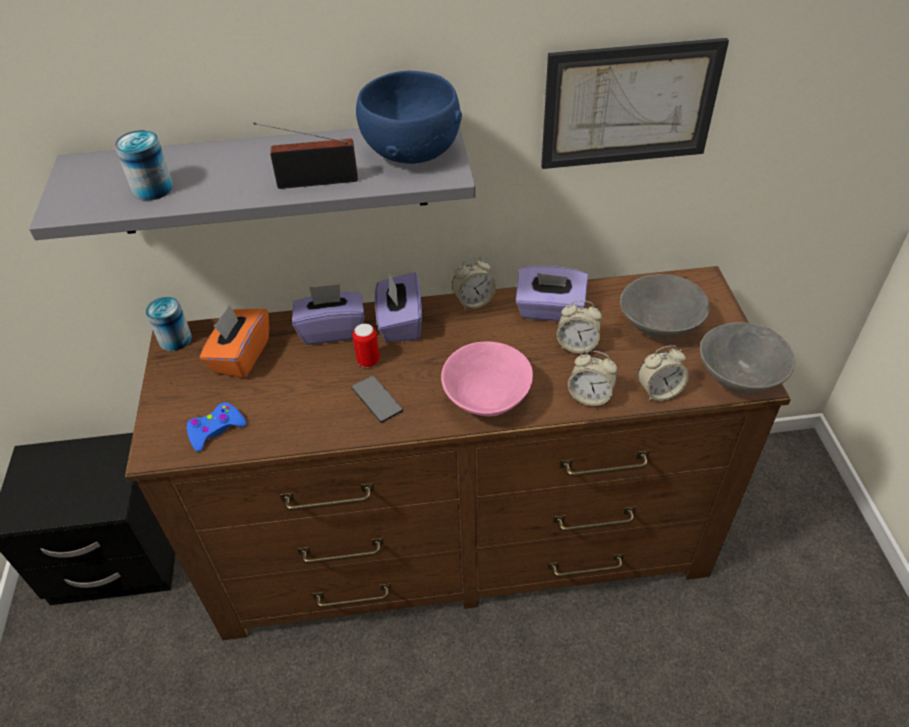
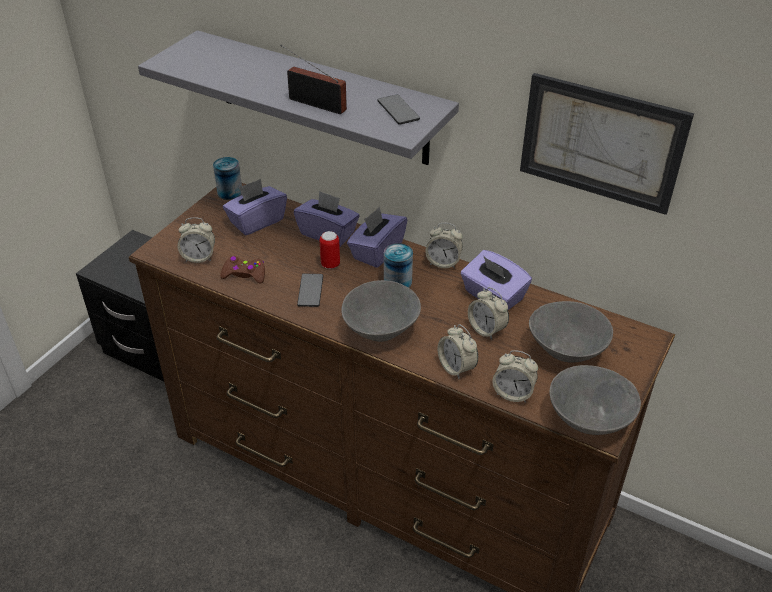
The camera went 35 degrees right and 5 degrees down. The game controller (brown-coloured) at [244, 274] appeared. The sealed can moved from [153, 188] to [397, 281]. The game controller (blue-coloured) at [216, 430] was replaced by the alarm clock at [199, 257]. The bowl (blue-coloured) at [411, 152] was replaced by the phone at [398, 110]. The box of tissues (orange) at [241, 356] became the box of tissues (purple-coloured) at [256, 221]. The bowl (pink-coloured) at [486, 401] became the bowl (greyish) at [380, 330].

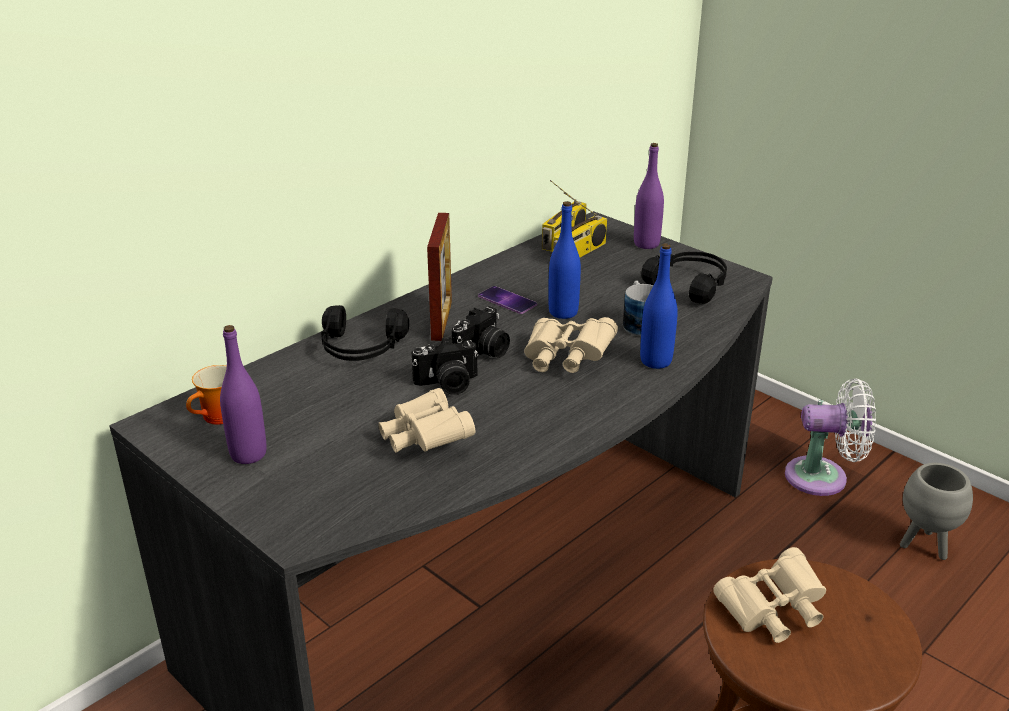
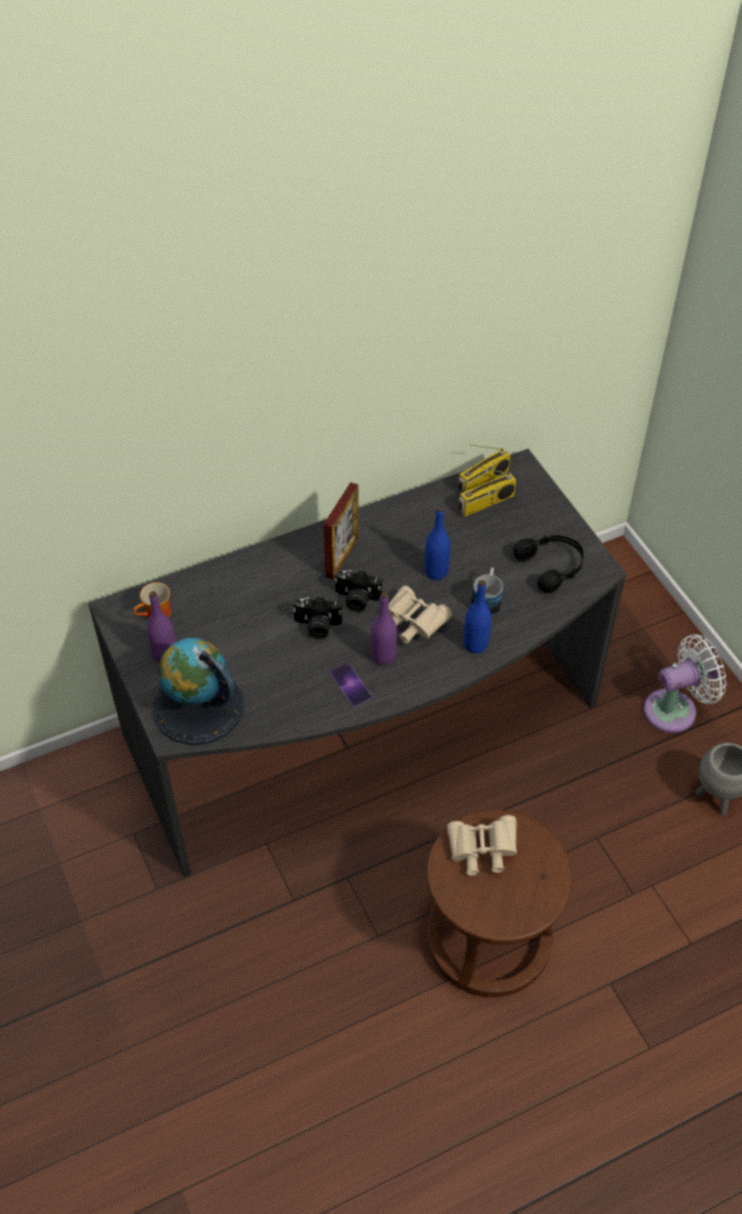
The camera went 20 degrees right and 20 degrees up. The pair of headphones (blackish) at [361, 349] disappeared. The pair of binoculars (beige-coloured) at [425, 439] disappeared. The globe at [198, 707] appeared. The phone moved from [507, 300] to [350, 685]. The bottle (purple-coloured) moved from [646, 244] to [383, 656]. The photo camera at [483, 352] turned 45 degrees clockwise. The cooling fan (white-coloured) at [823, 477] turned 45 degrees counterclockwise.

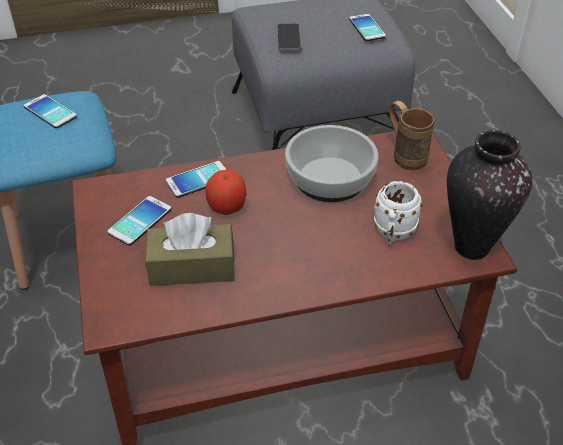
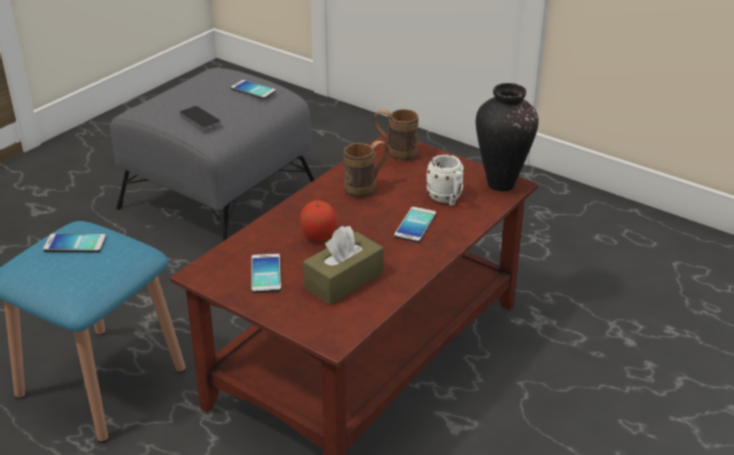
The camera went 40 degrees left and 10 degrees down. The phone moved from [198, 180] to [415, 225]. The bowl at [330, 179] was replaced by the coffee mug (brown-coloured) at [366, 188].

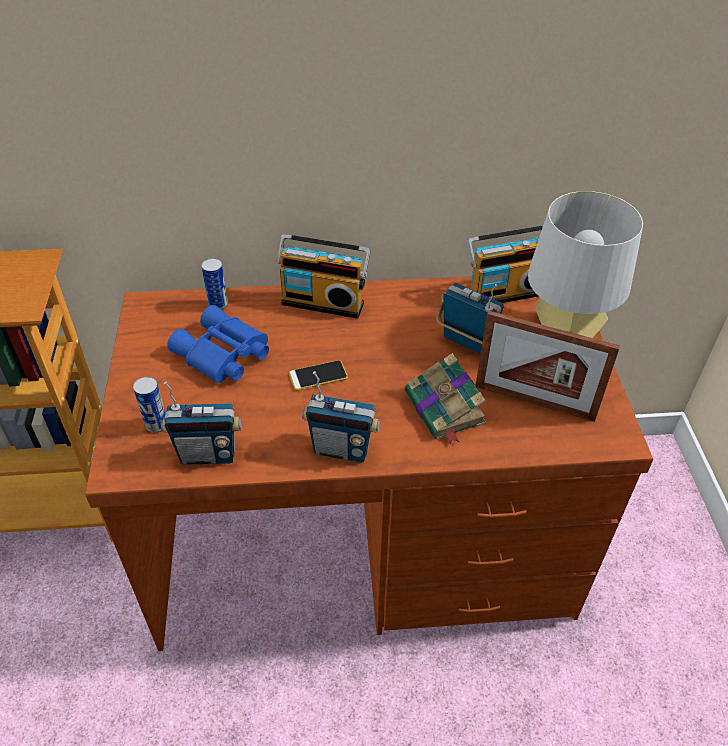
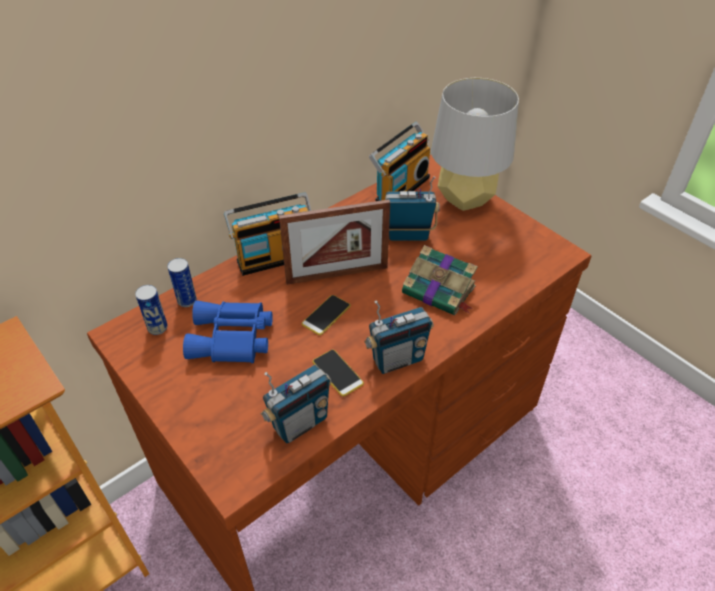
The camera went 35 degrees left and 0 degrees up. The phone at [337, 373] appeared. The sealed can moved from [156, 425] to [157, 328]. The picture frame moved from [534, 402] to [337, 274].

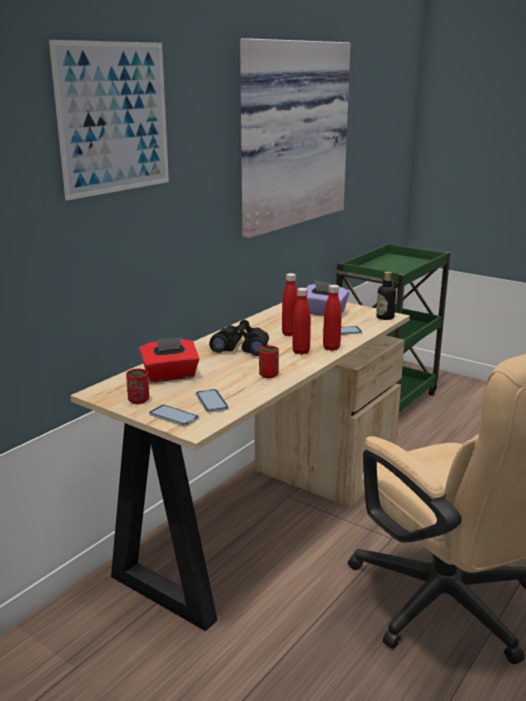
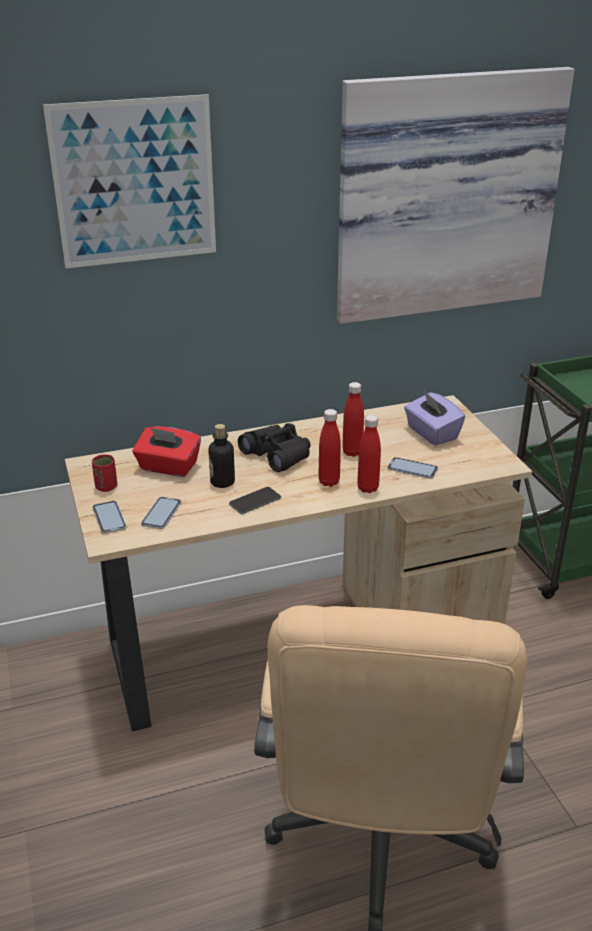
The camera went 35 degrees right and 10 degrees up. The bottle moved from [385, 317] to [222, 482]. The drinking cup (red-coloured) at [268, 375] was replaced by the phone at [255, 501].

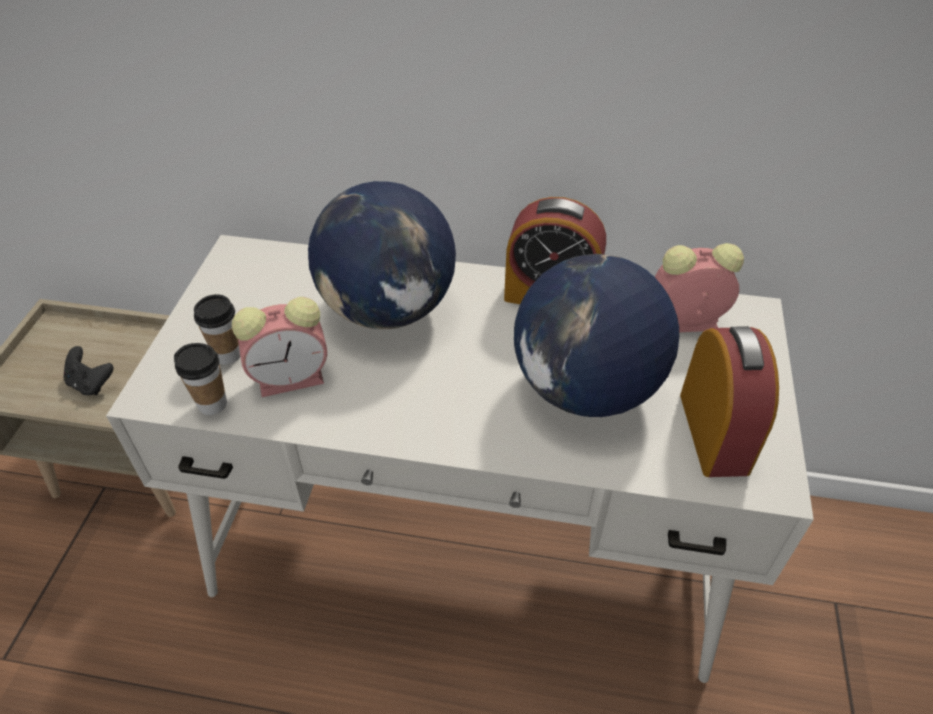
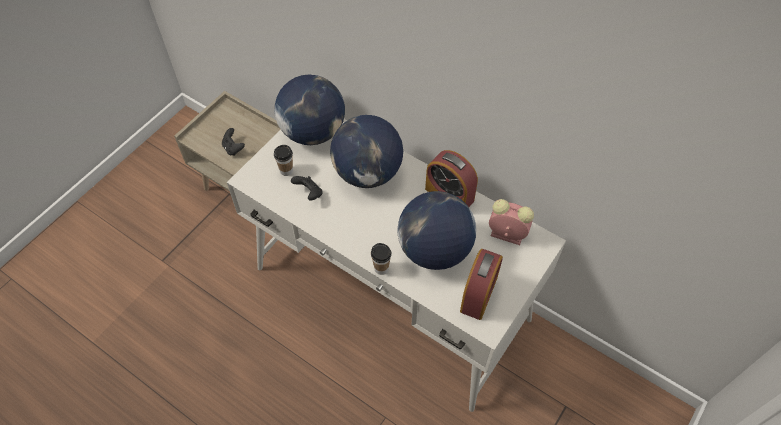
The camera went 25 degrees right and 10 degrees up. The globe at [313, 132] appeared. The drinking cup moved from [212, 404] to [381, 268]. The alarm clock at [293, 377] was replaced by the game controller (blackish) at [309, 193].

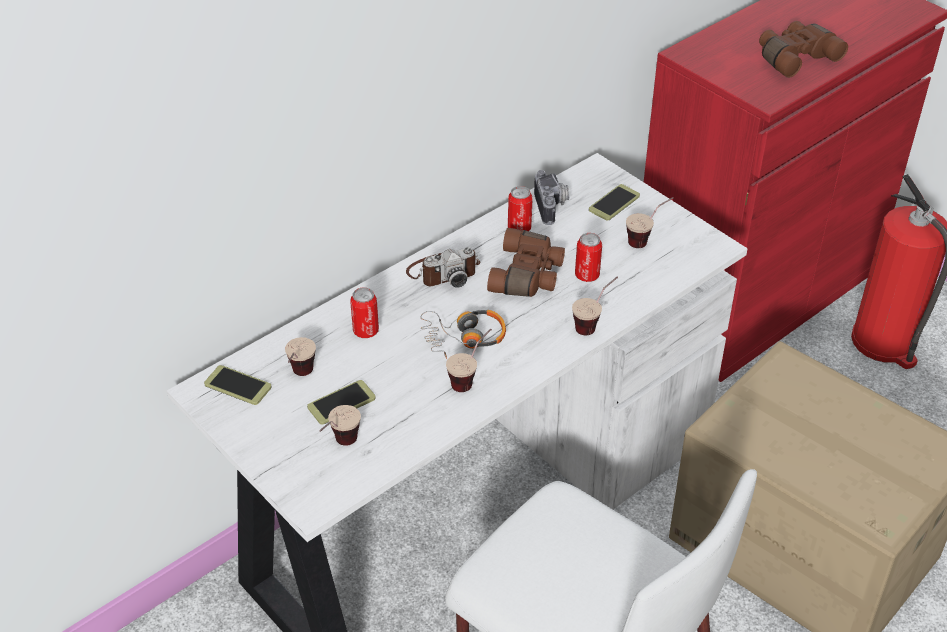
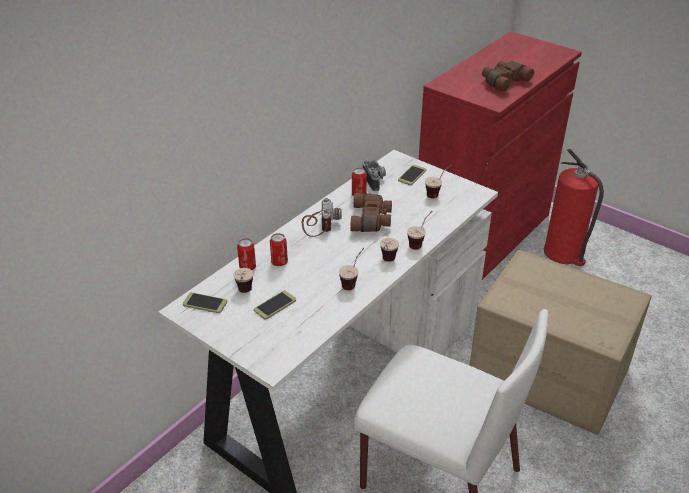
The camera went 10 degrees left and 5 degrees down. The pair of headphones at [464, 338] disappeared. The drinking cup moved from [339, 447] to [386, 262]. The sealed can moved from [587, 275] to [247, 267]. The photo camera at [443, 272] turned 60 degrees counterclockwise.

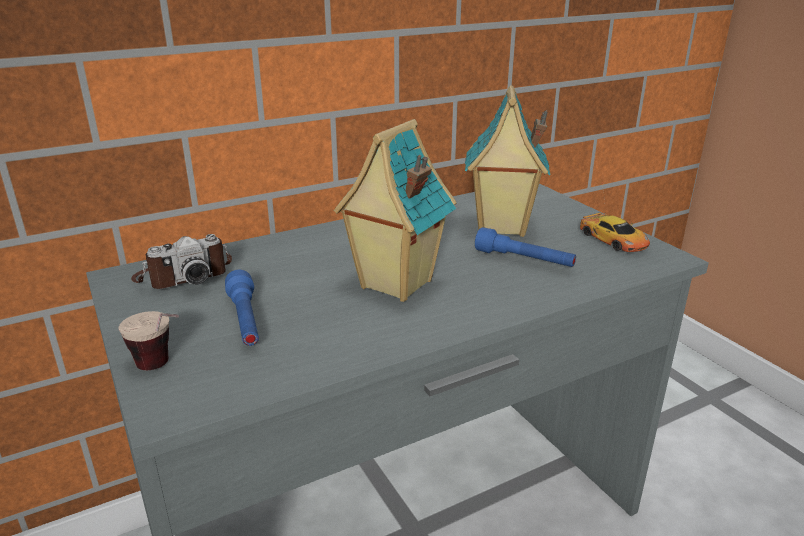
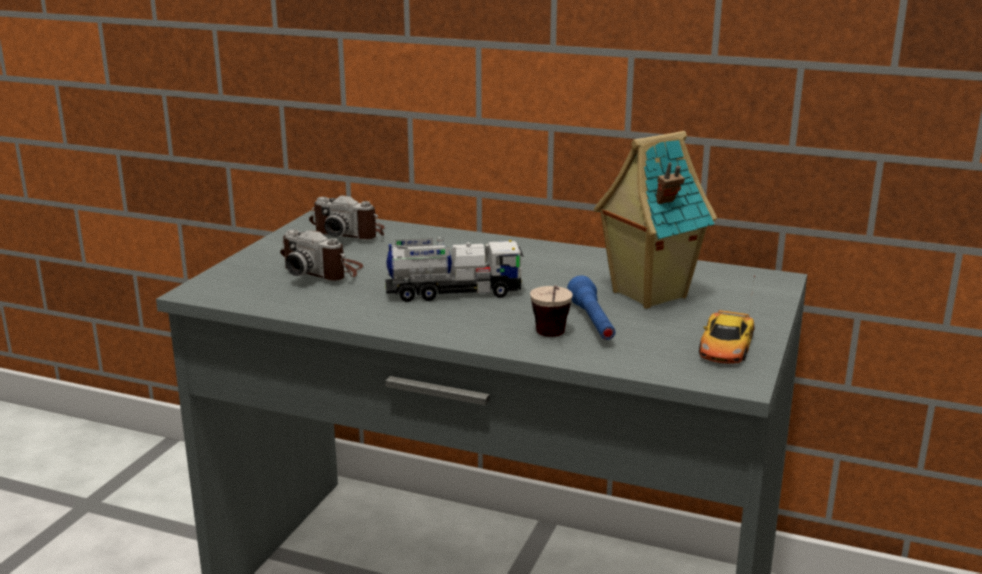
The camera went 50 degrees right and 5 degrees down. The drinking cup moved from [164, 369] to [552, 339]. The hand torch (blue-coloured) at [245, 320] was replaced by the photo camera at [323, 270]. The model house at [394, 284] was replaced by the toy lorry at [454, 292].

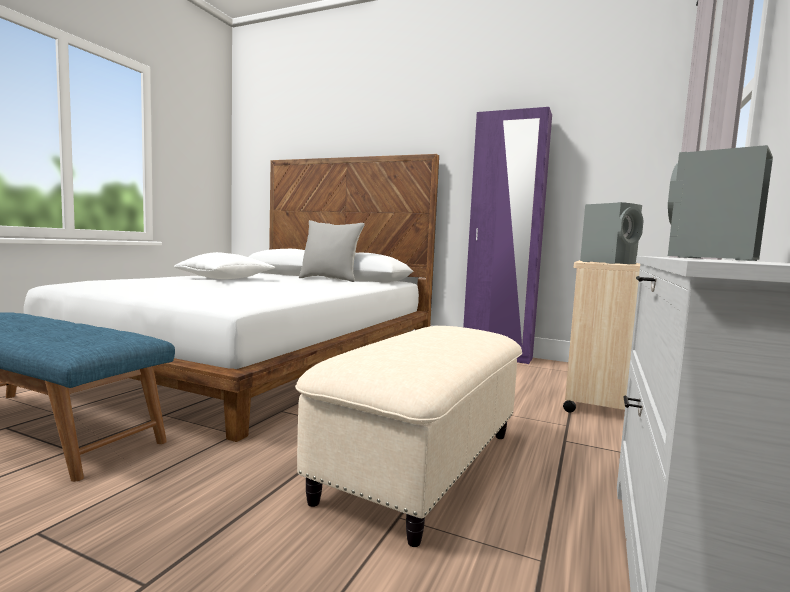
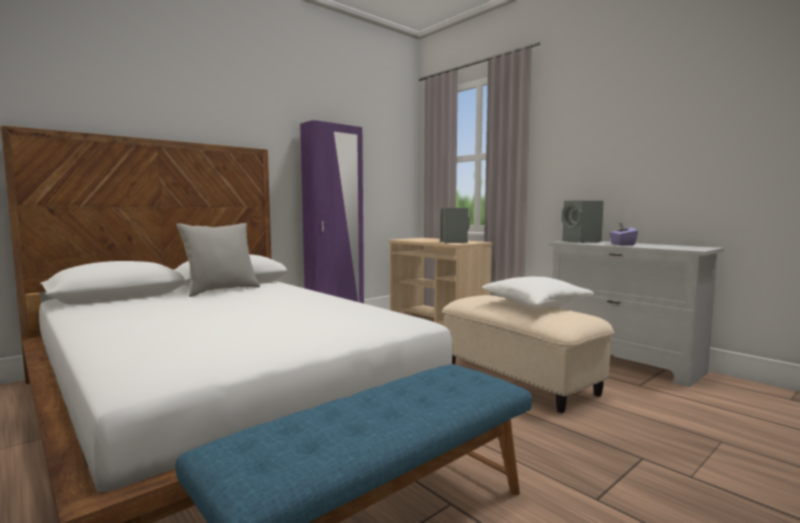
The camera went 65 degrees left and 0 degrees up. The box of tissues (purple-coloured) at [622, 244] appeared. The pillow (white-coloured) moved from [225, 278] to [535, 305].

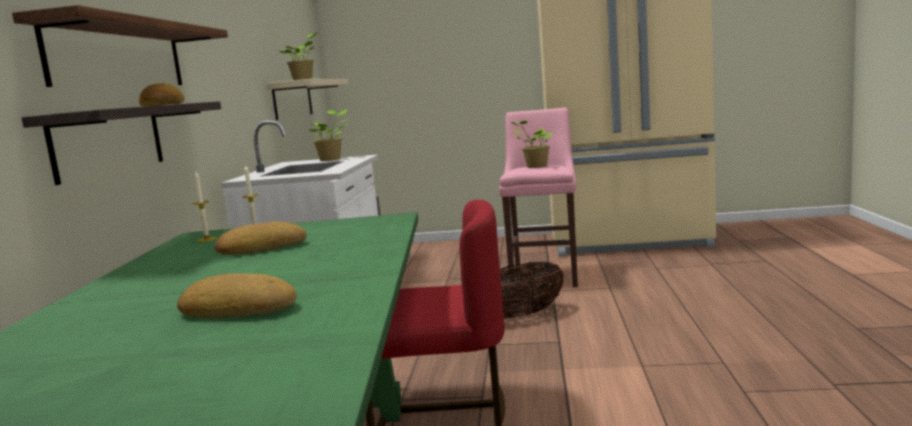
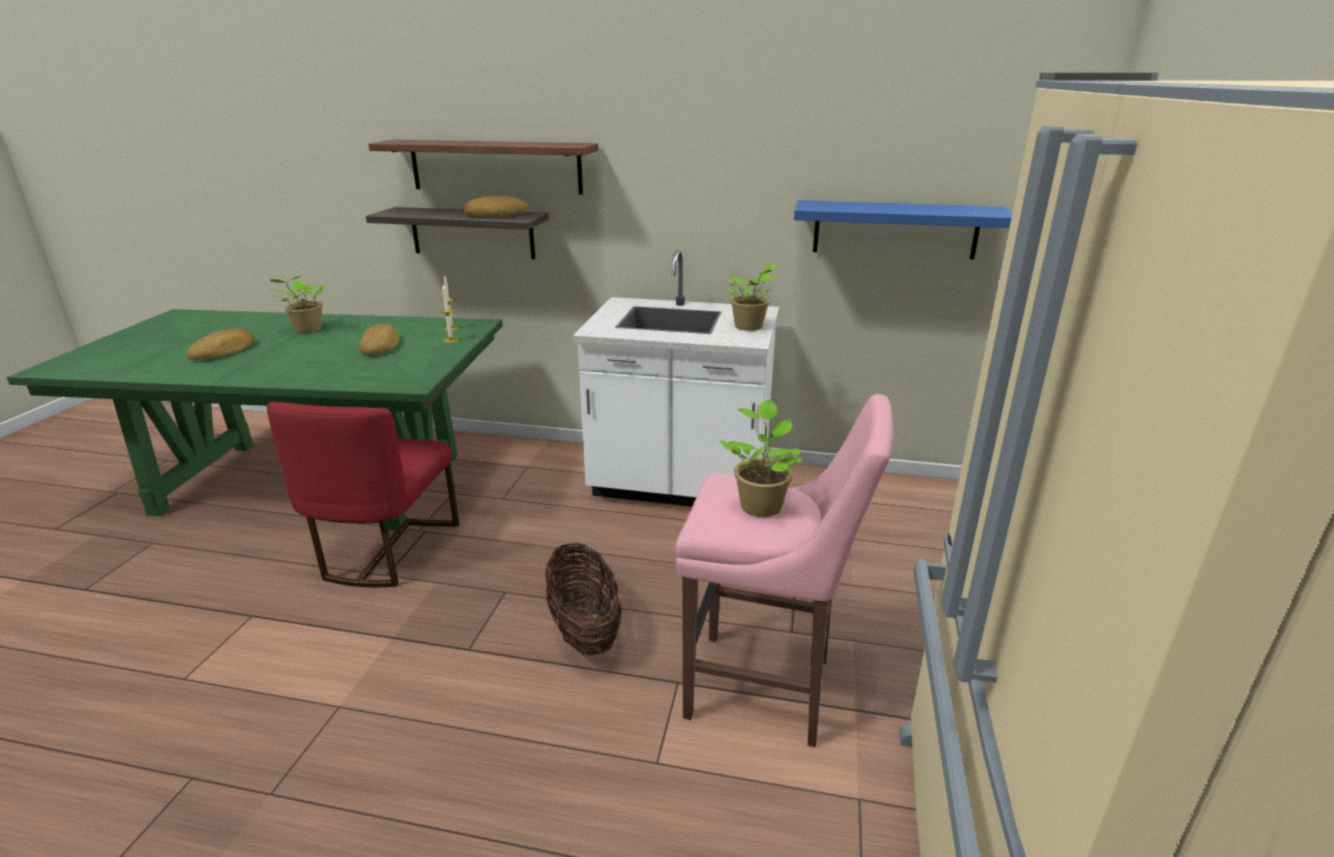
The camera went 95 degrees right and 15 degrees up. The potted plant moved from [304, 80] to [307, 330]. The shelf (beige-coloured) at [292, 99] became the shelf (blue-coloured) at [895, 229].

